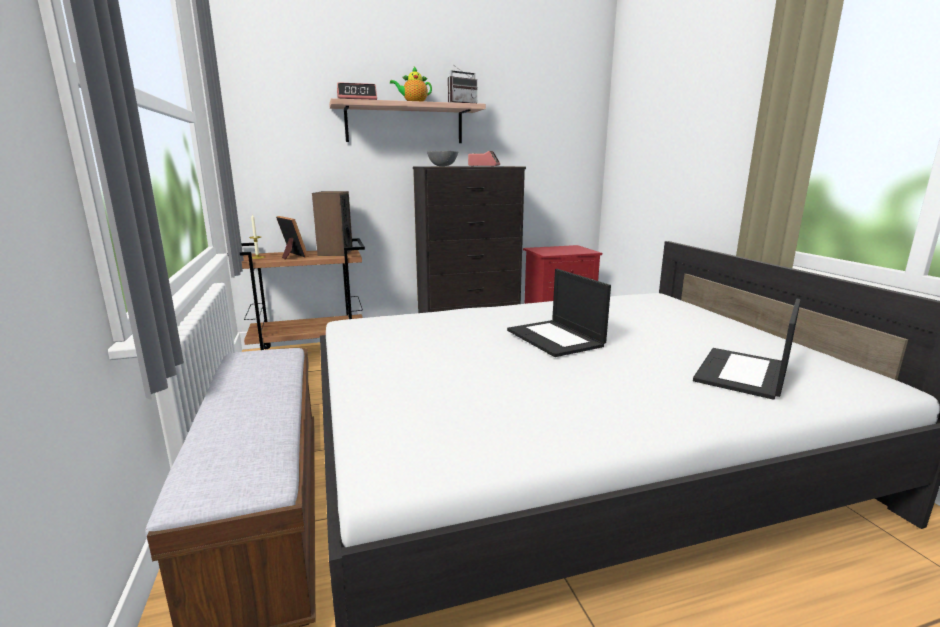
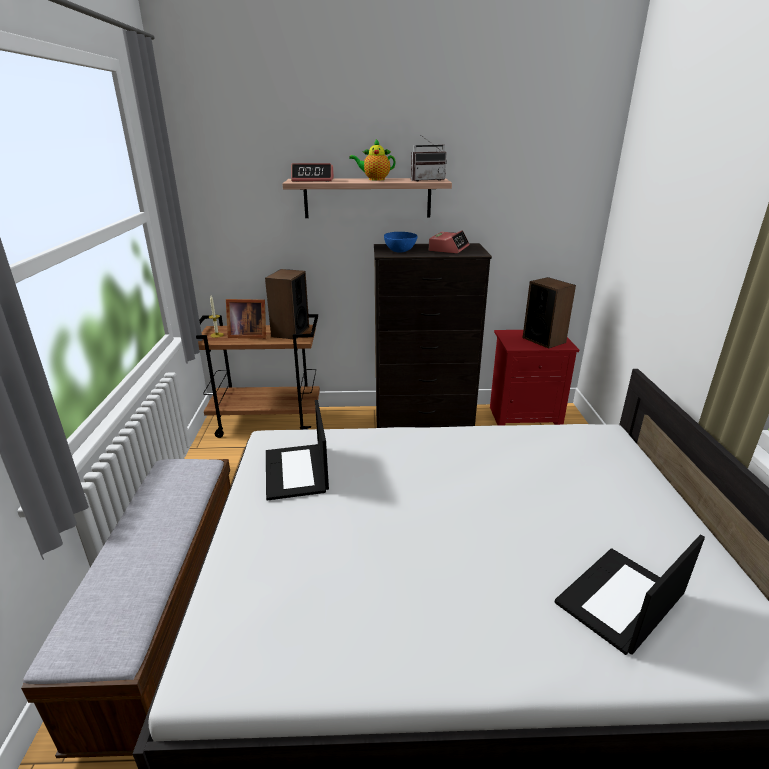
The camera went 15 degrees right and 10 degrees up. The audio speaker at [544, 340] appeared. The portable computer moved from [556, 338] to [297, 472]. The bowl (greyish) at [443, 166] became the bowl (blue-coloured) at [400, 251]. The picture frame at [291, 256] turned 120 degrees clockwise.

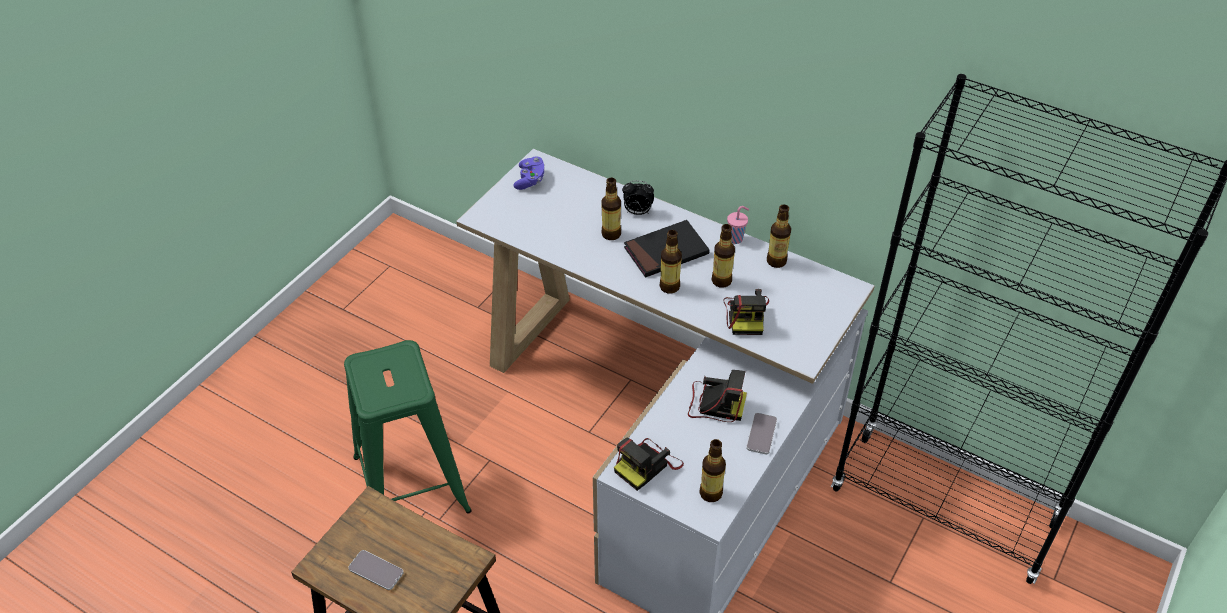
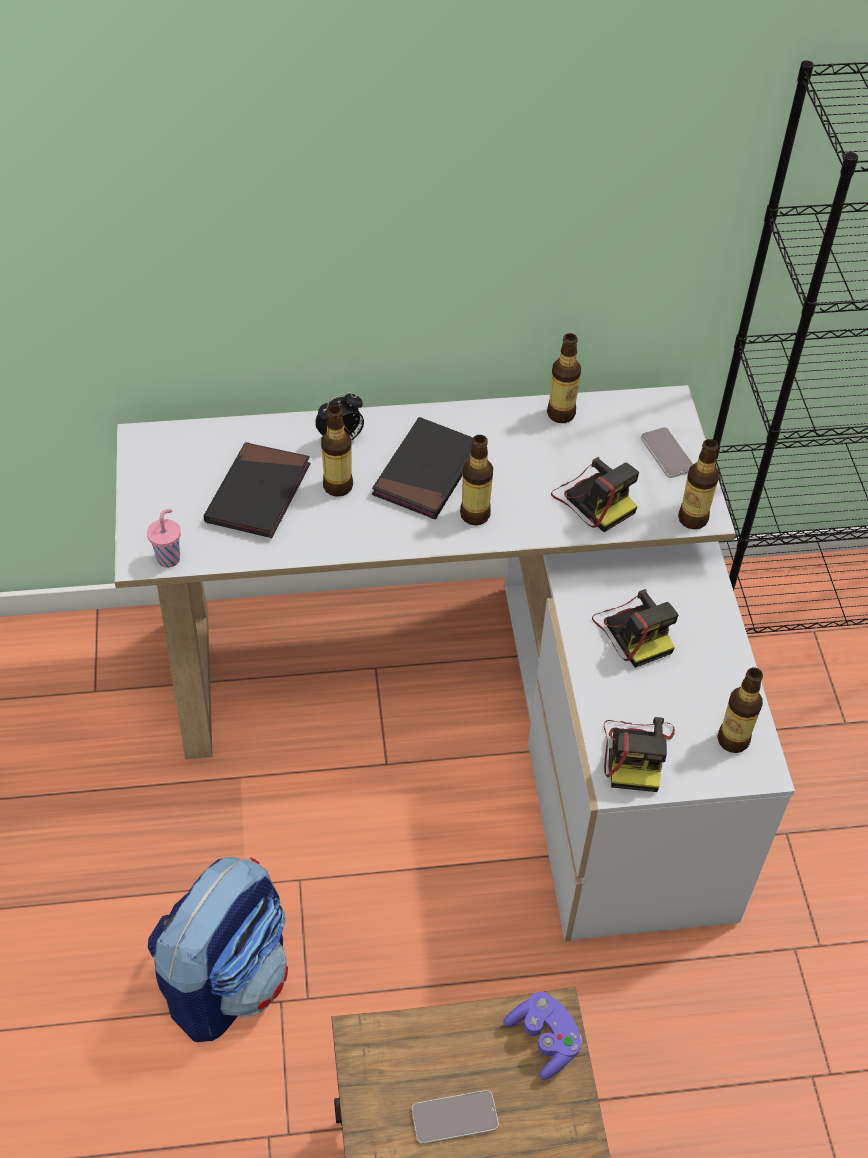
The camera went 40 degrees left and 5 degrees up. The book (blackish) at [258, 494] appeared. The game controller (purple-coloured) moved from [530, 180] to [544, 1040]. The bottle moved from [721, 281] to [693, 519]. The drinking cup (pink-coloured) moved from [736, 239] to [169, 558]. The phone moved from [761, 434] to [667, 453]. The stool seat (green) at [411, 483] was replaced by the backpack at [228, 978]. The photo camera at [714, 404] turned 90 degrees clockwise.

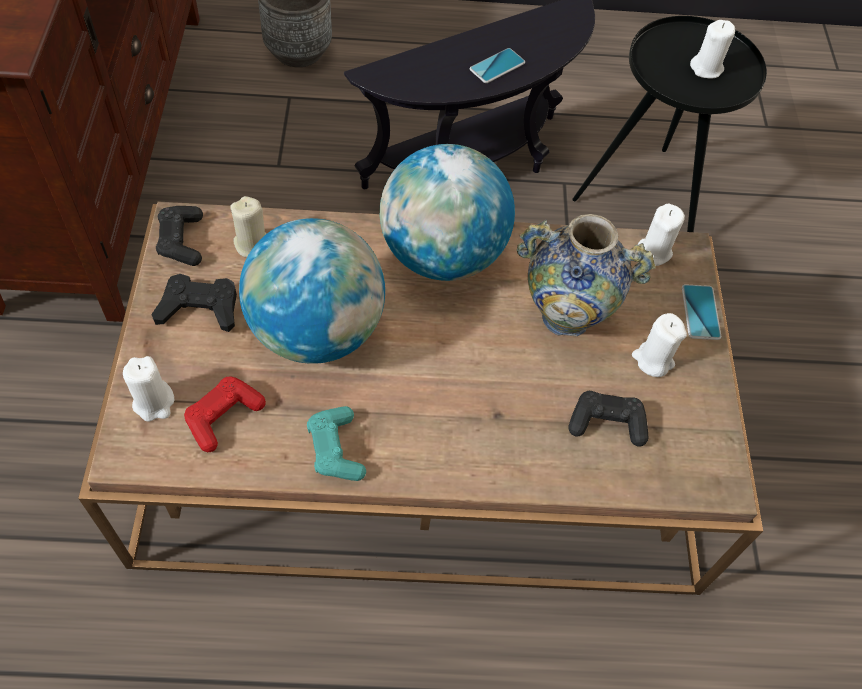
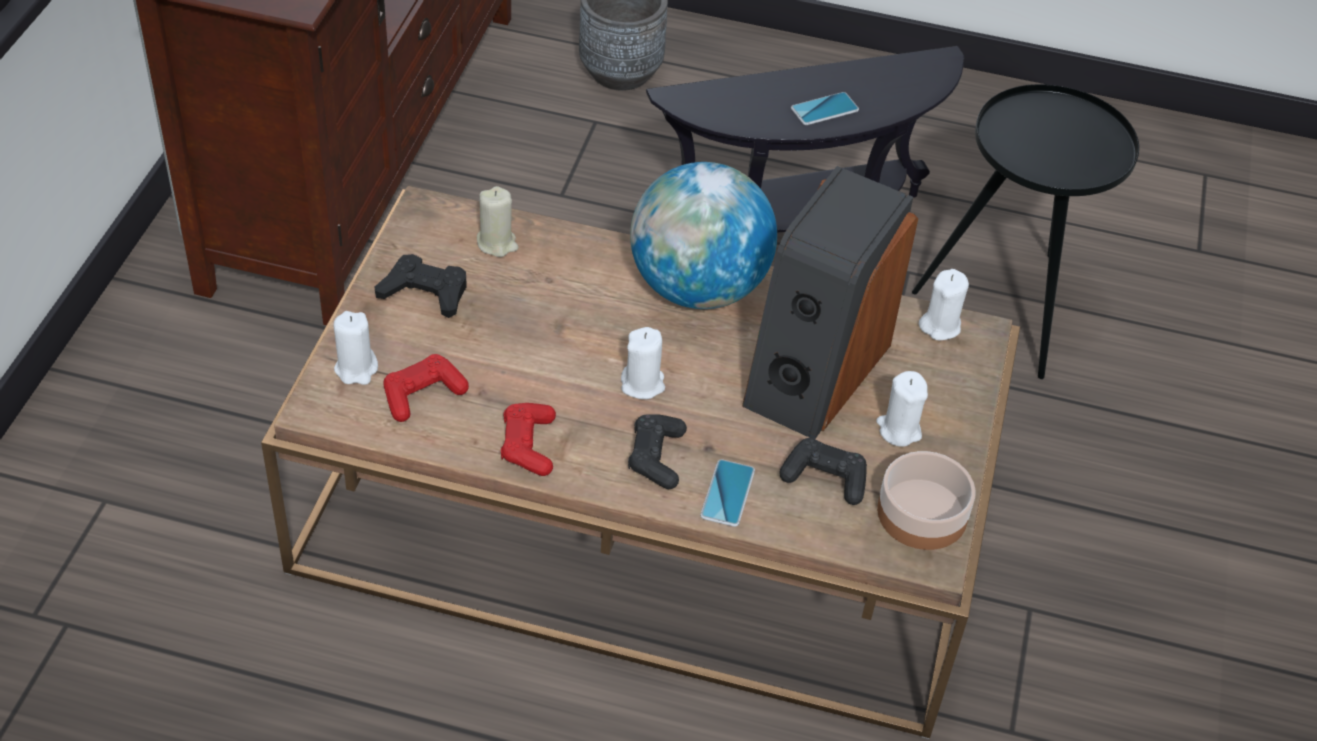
The camera went 15 degrees right and 10 degrees down. The globe at [316, 330] disappeared. The bowl at [920, 513] appeared. The game controller (blackish) moved from [181, 241] to [656, 457]. The phone moved from [700, 312] to [727, 493]. The wax light (white-coloured) moved from [706, 68] to [643, 384]. The flower vase at [565, 318] was replaced by the audio speaker at [815, 372]. The game controller (blue-green) at [335, 449] became the game controller (red-coloured) at [528, 445].

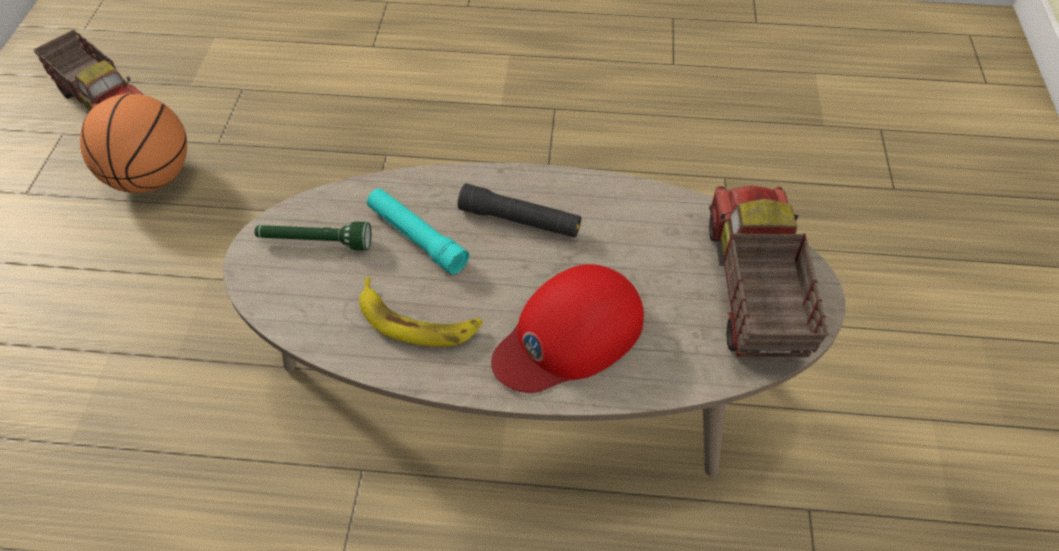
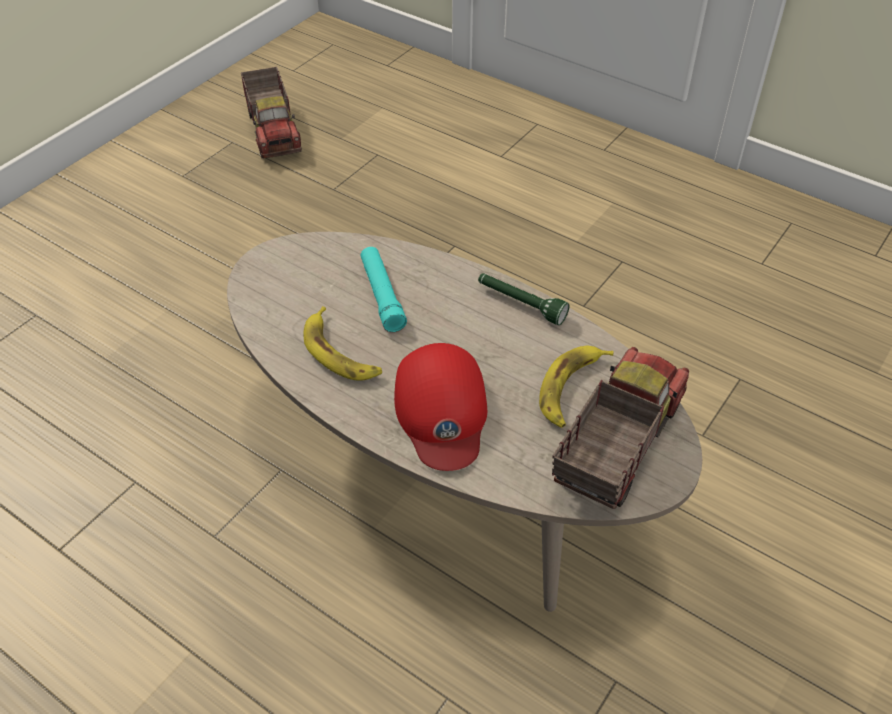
The camera went 30 degrees right and 5 degrees down. The ball for basketball at [152, 178] disappeared. The hand torch (blackish) at [520, 220] disappeared. The whole banana at [571, 389] appeared. The hand torch (green) moved from [315, 242] to [520, 304]. The peaked cap (red-coloured) at [569, 335] turned 90 degrees counterclockwise.

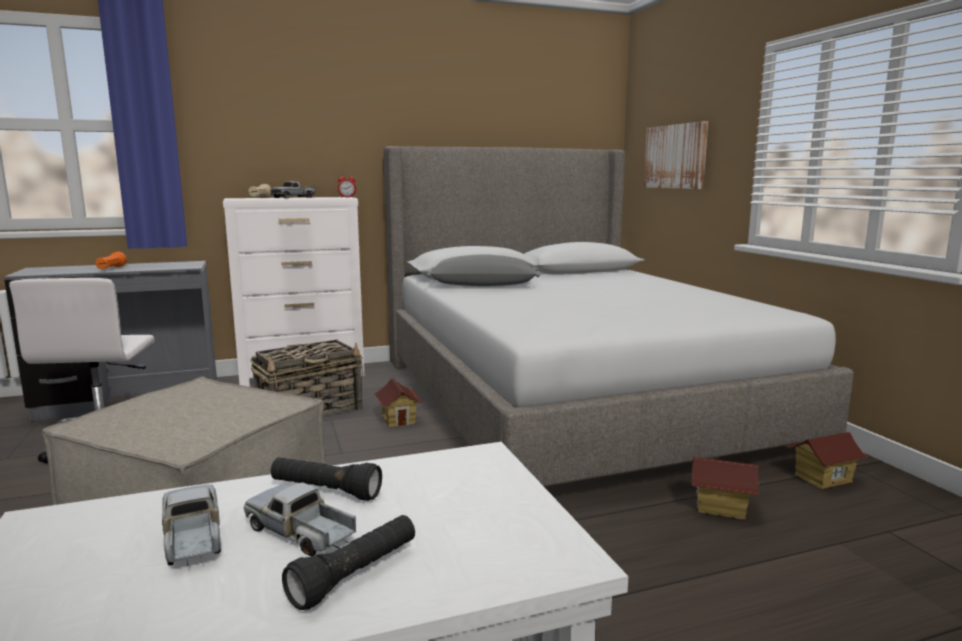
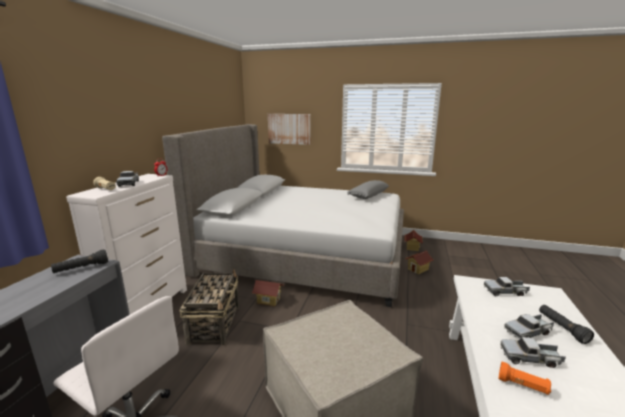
The camera went 55 degrees left and 5 degrees up. The toy lorry at [505, 292] appeared. The hand torch (orange) moved from [111, 268] to [522, 386]. The hand torch (blackish) moved from [325, 491] to [81, 268]. The pillow (greyish) moved from [484, 285] to [368, 195].

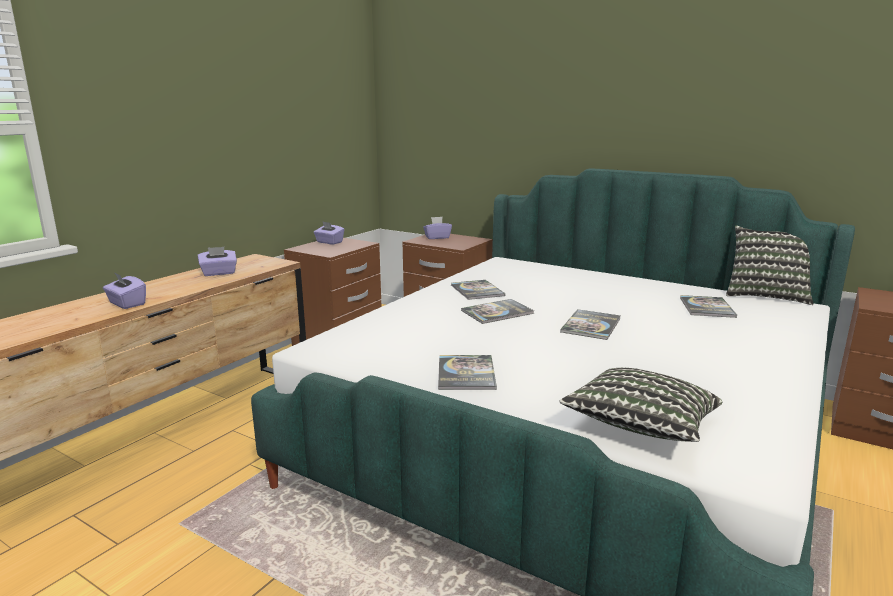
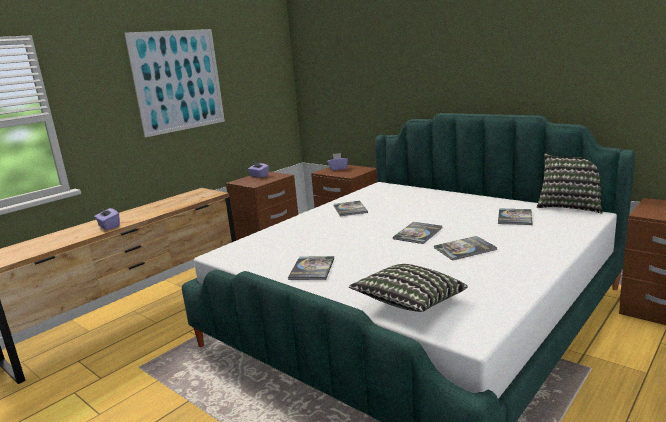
The camera went 10 degrees right and 0 degrees up. The box of tissues (purple-coloured) at [219, 273] disappeared. The wall picture at [178, 81] appeared. The book moved from [497, 312] to [465, 249].

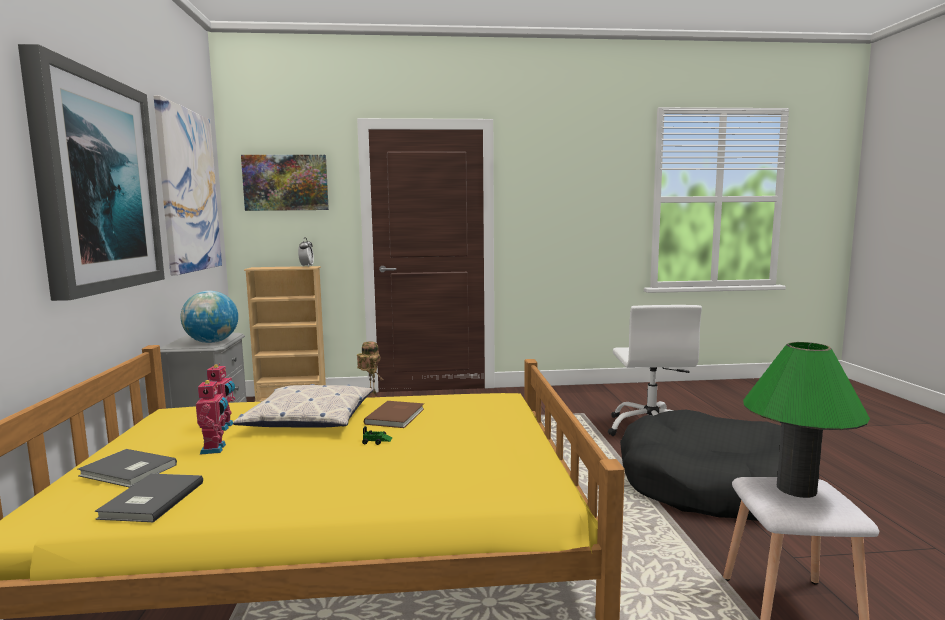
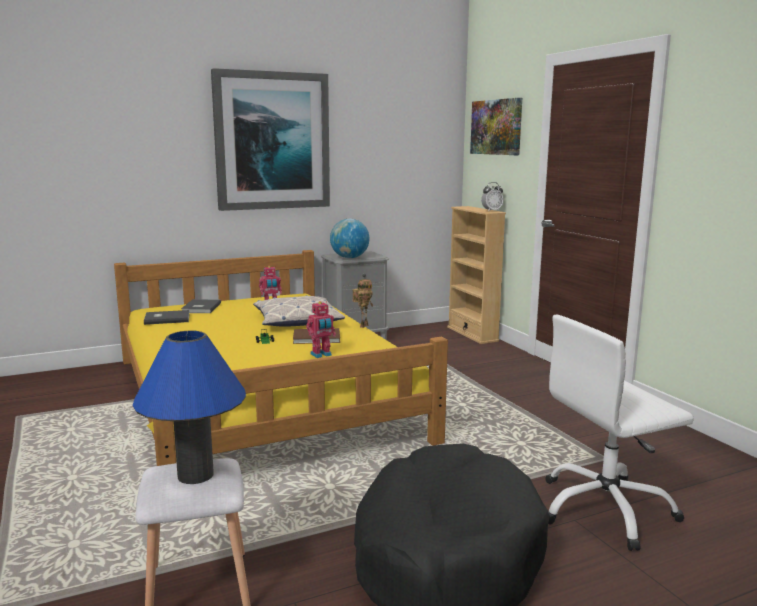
The camera went 70 degrees right and 5 degrees up. The wall picture at [188, 191] disappeared. The robot figure moved from [215, 449] to [321, 355]. The table lamp (green) at [796, 489] became the table lamp (blue-coloured) at [195, 475].

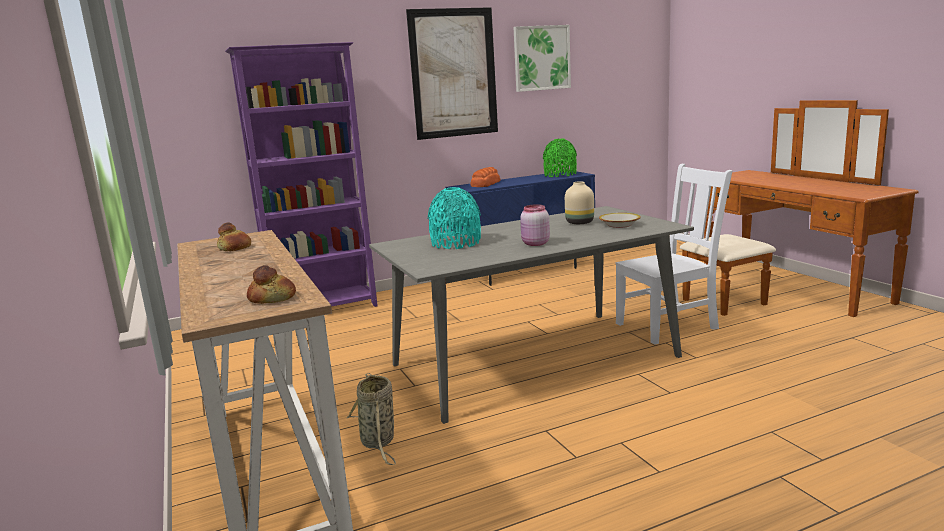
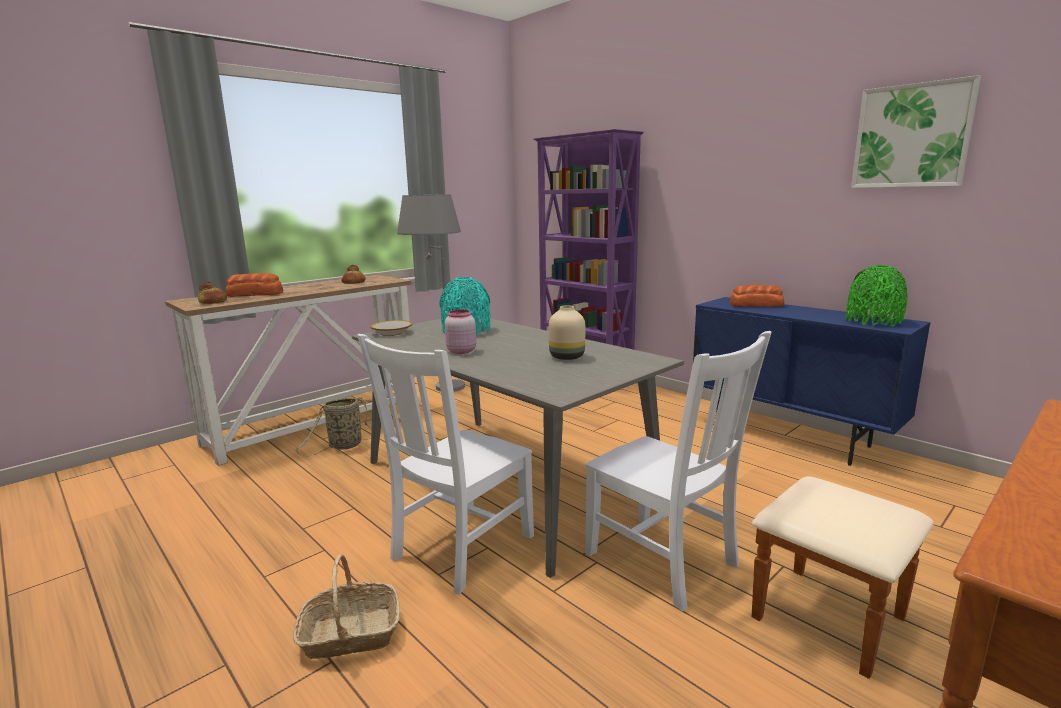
The camera went 70 degrees right and 0 degrees up. The wall picture at [454, 73] disappeared. The bakery bread at [255, 294] appeared. The storage basket at [350, 634] appeared. The chair (white-coloured) at [459, 549] appeared. The standard lamp (greyish) at [439, 384] appeared. The bowl moved from [619, 225] to [391, 333].

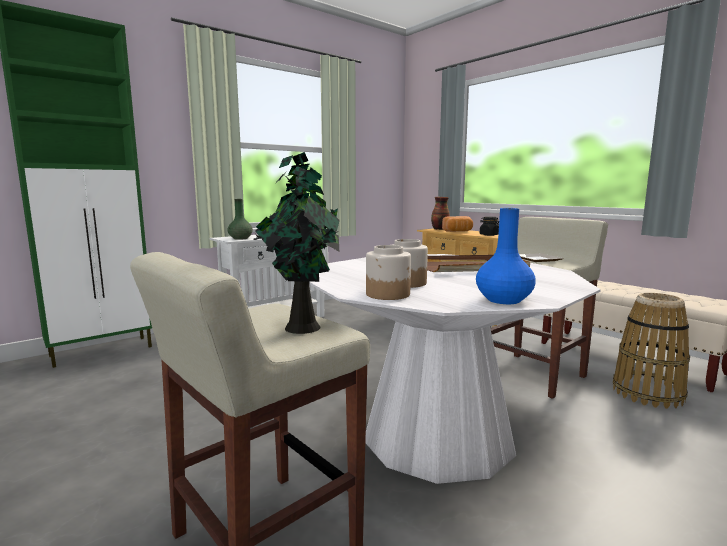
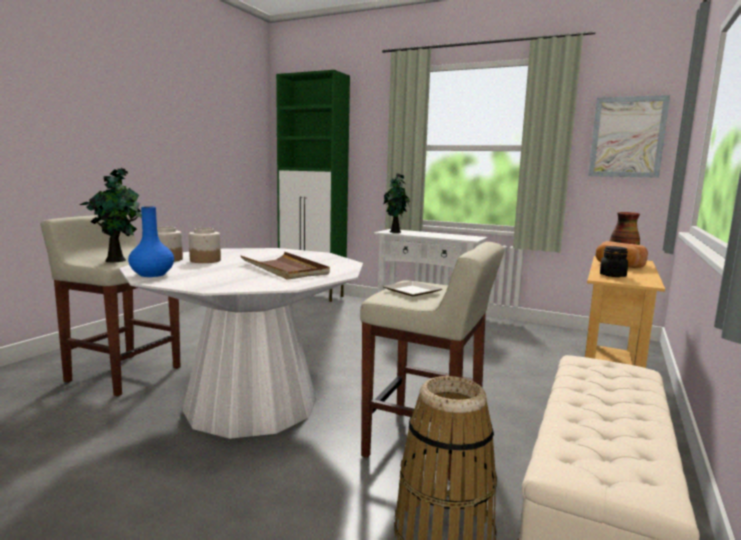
The camera went 65 degrees right and 0 degrees up. The wall picture at [627, 137] appeared. The flower vase (green) at [241, 238] was replaced by the potted plant at [395, 232].

